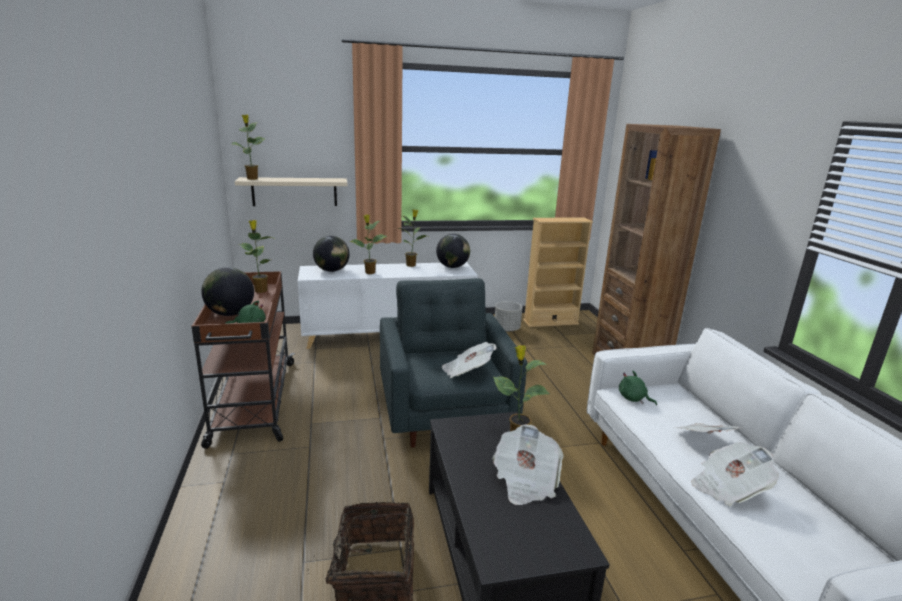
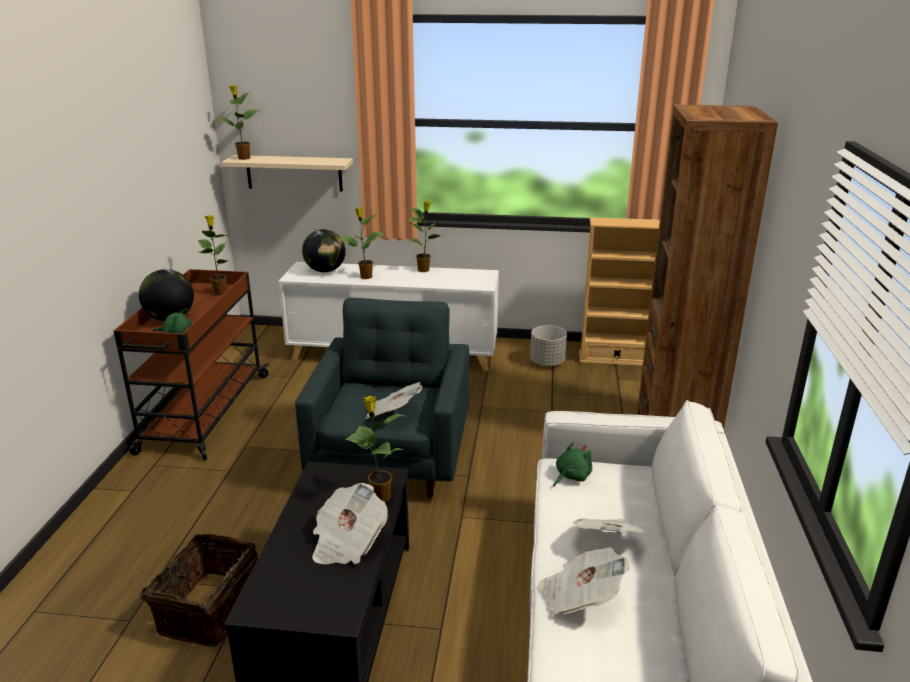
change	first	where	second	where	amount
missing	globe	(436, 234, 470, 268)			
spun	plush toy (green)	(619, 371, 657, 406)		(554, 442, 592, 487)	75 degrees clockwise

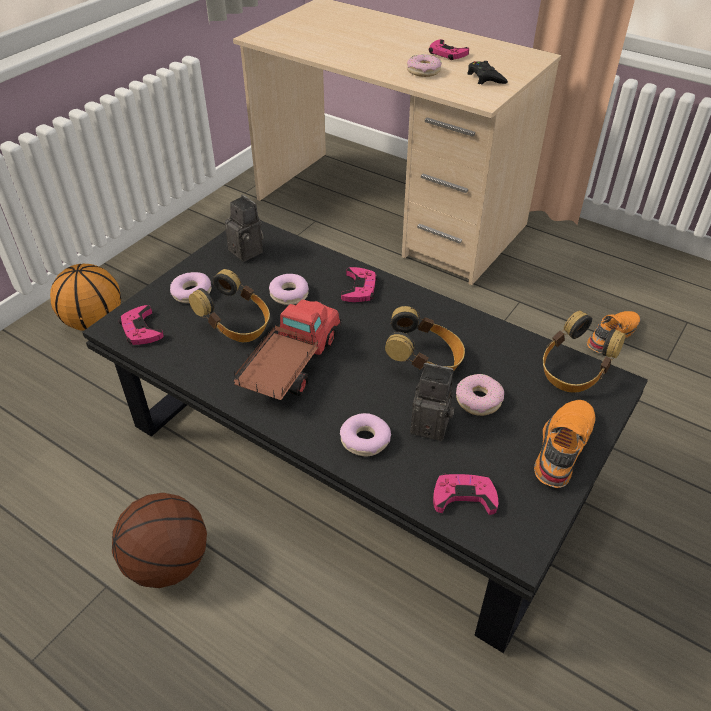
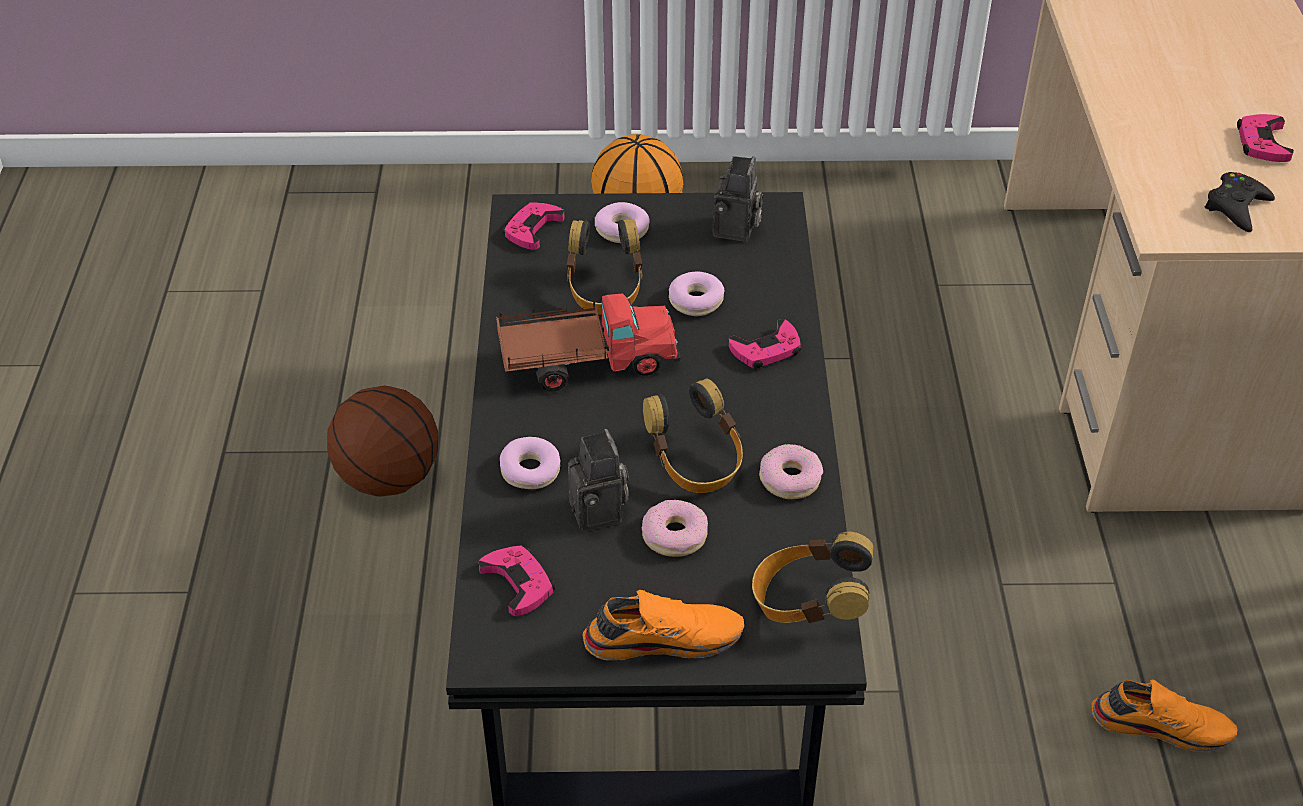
change	first	where	second	where	amount
relocated	donut	(407, 54, 442, 77)		(759, 444, 823, 499)	

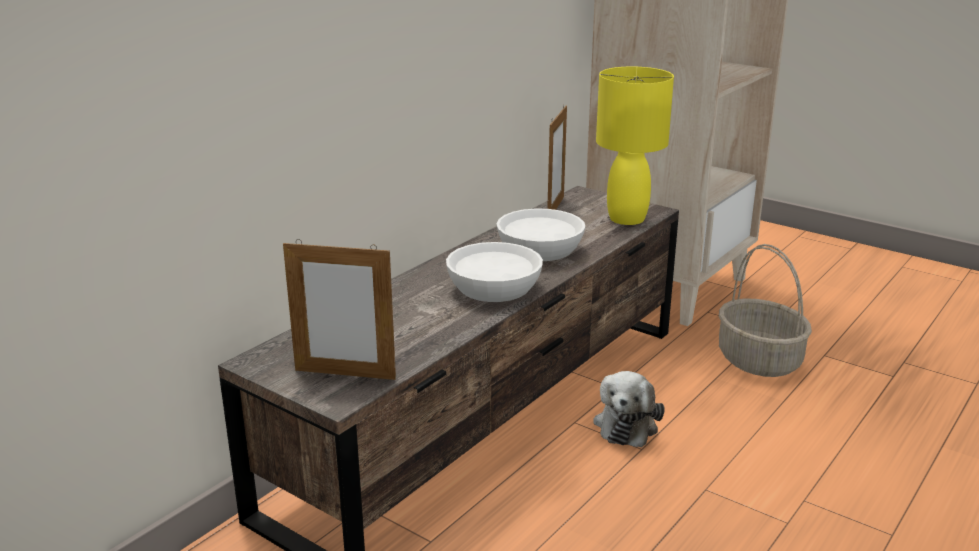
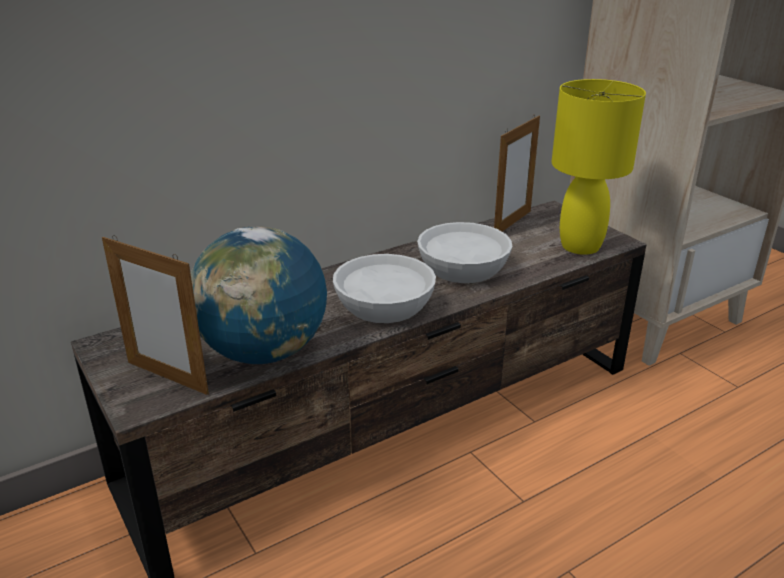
change	first	where	second	where	amount
missing	basket	(719, 244, 812, 377)			
missing	plush toy	(593, 371, 665, 447)			
appeared			globe	(191, 226, 327, 364)	

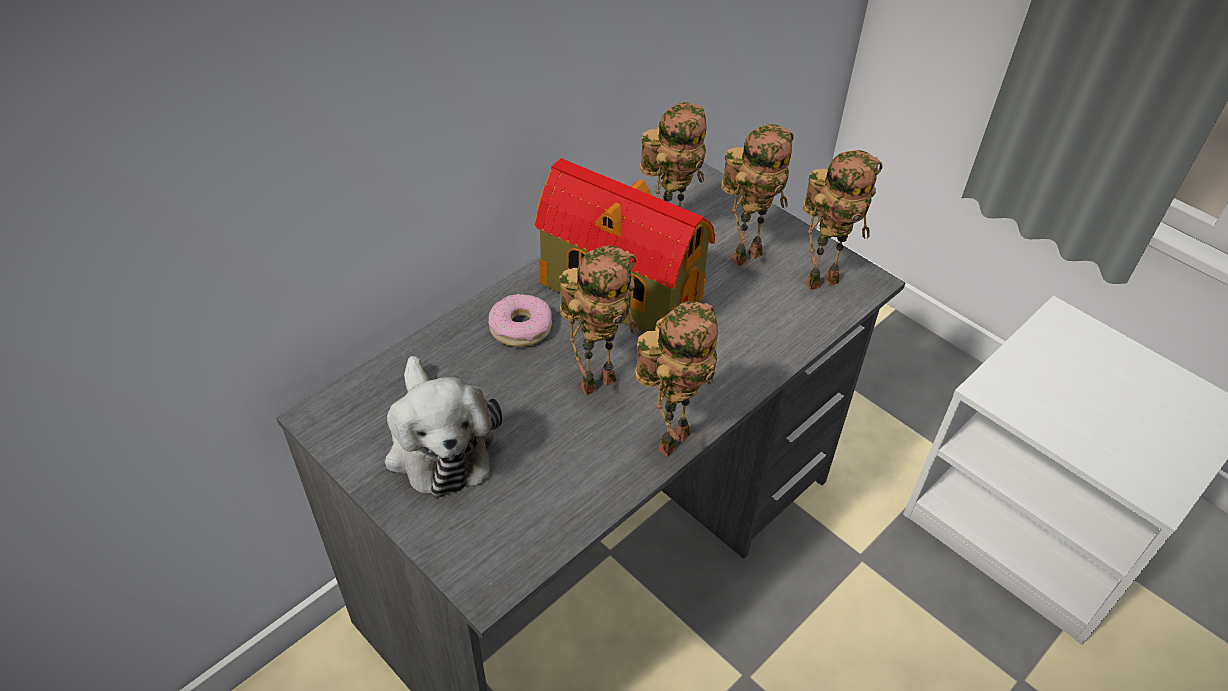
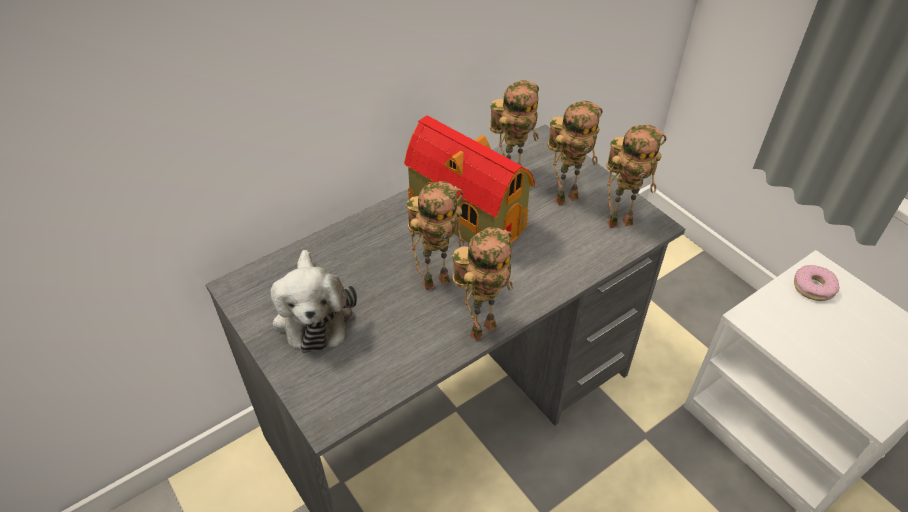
change	first	where	second	where	amount
relocated	donut	(488, 294, 552, 347)		(794, 265, 839, 301)	

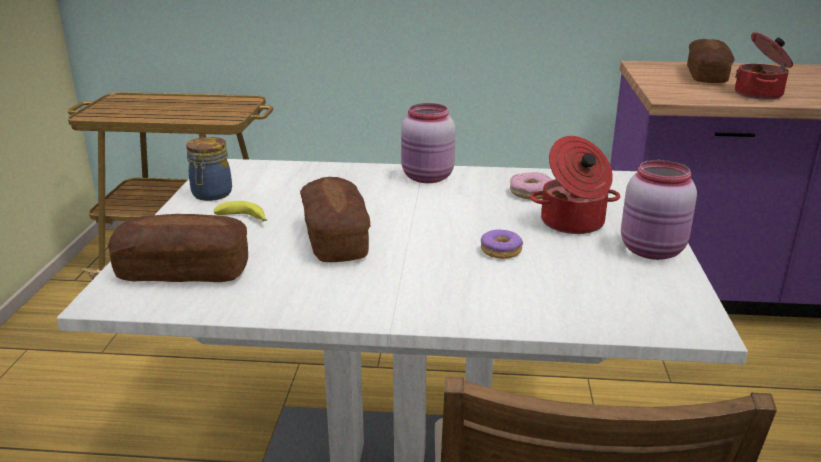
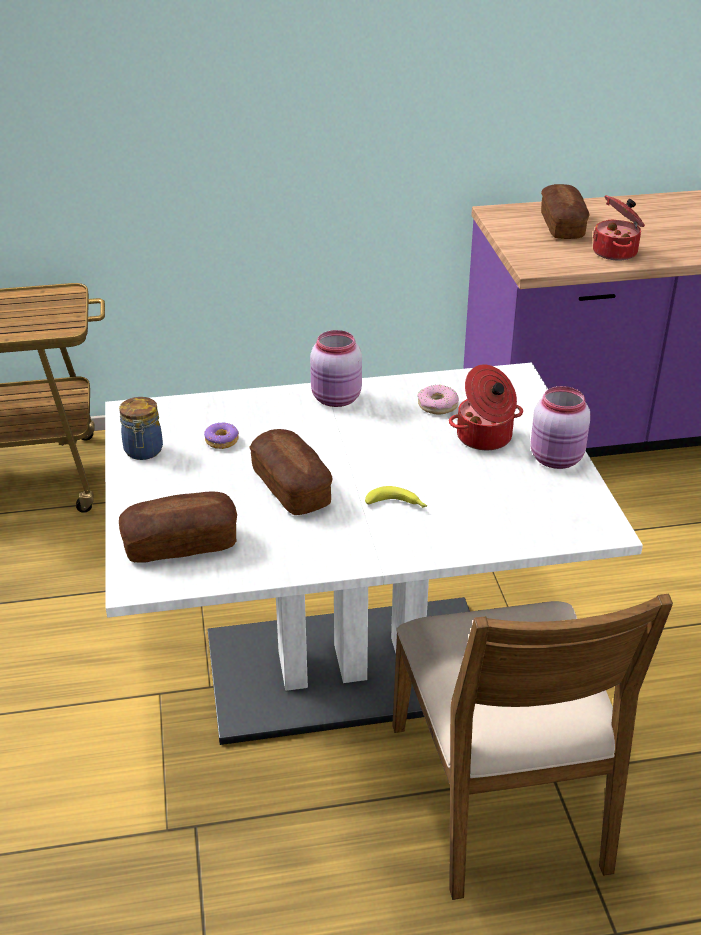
change	first	where	second	where	amount
relocated	banana	(214, 201, 267, 221)		(365, 486, 427, 508)	
relocated	donut	(481, 230, 523, 259)		(204, 423, 239, 449)	

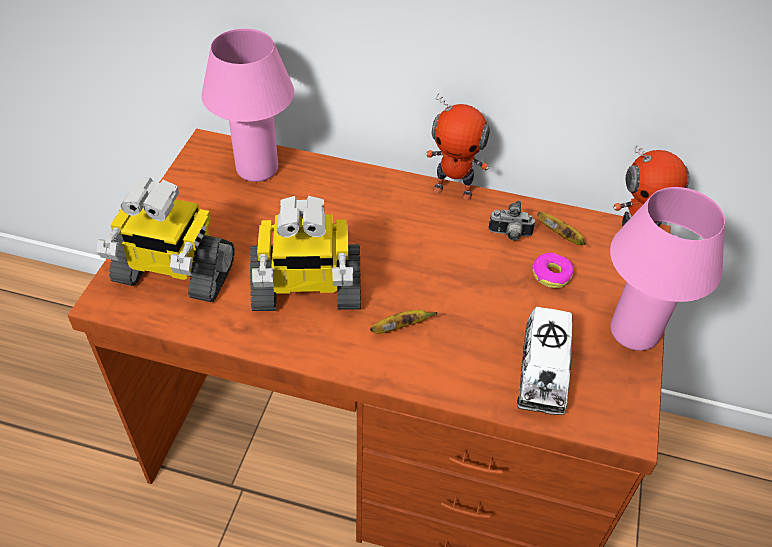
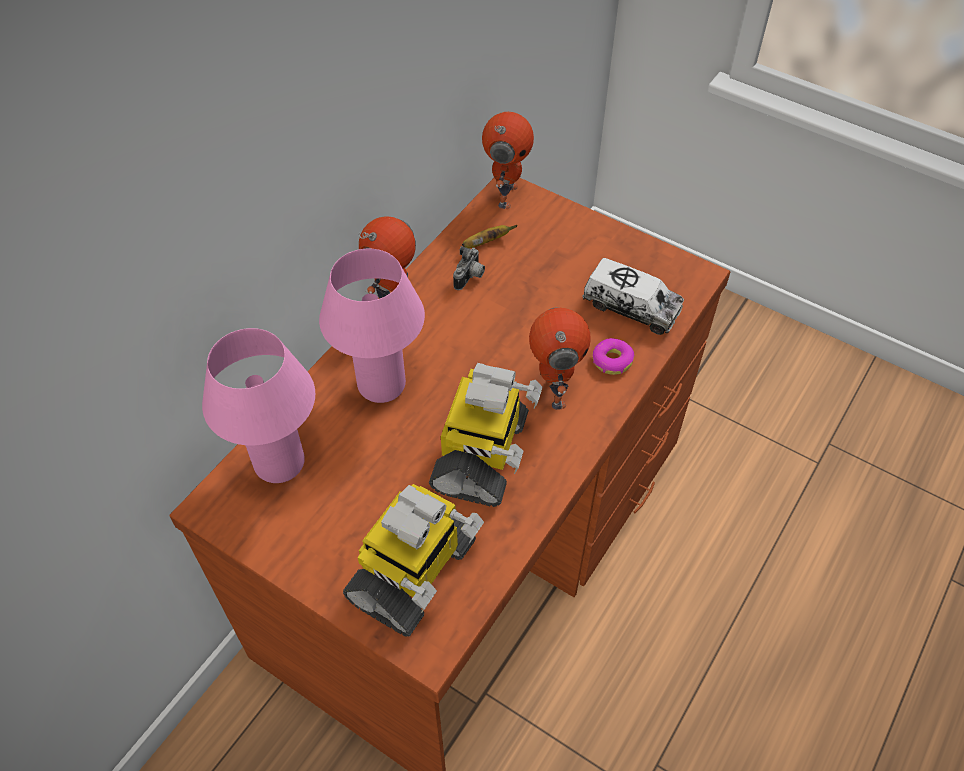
change	first	where	second	where	amount
relocated	table lamp (pink)	(610, 187, 725, 351)		(319, 249, 425, 403)	
relocated	donut	(532, 253, 574, 288)		(593, 338, 635, 375)	
exchanged	banana	(370, 310, 438, 334)	toy robot	(529, 307, 591, 410)	

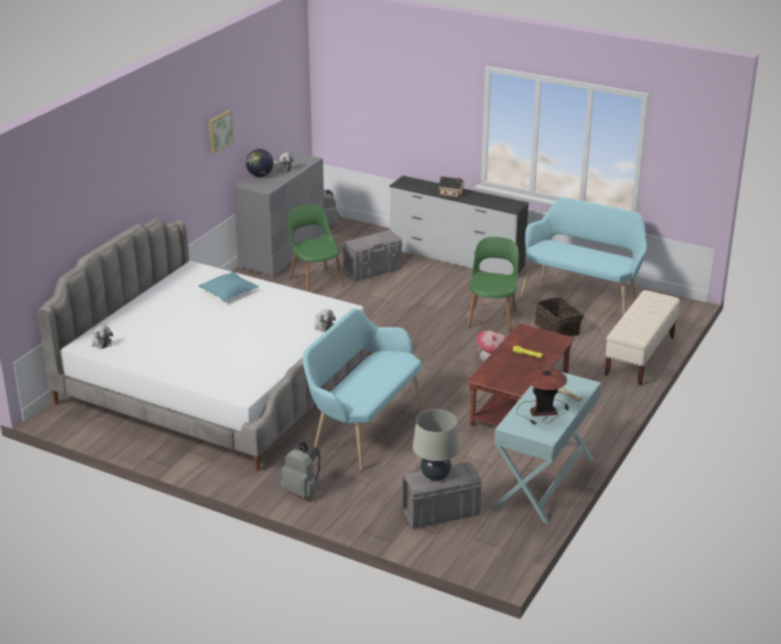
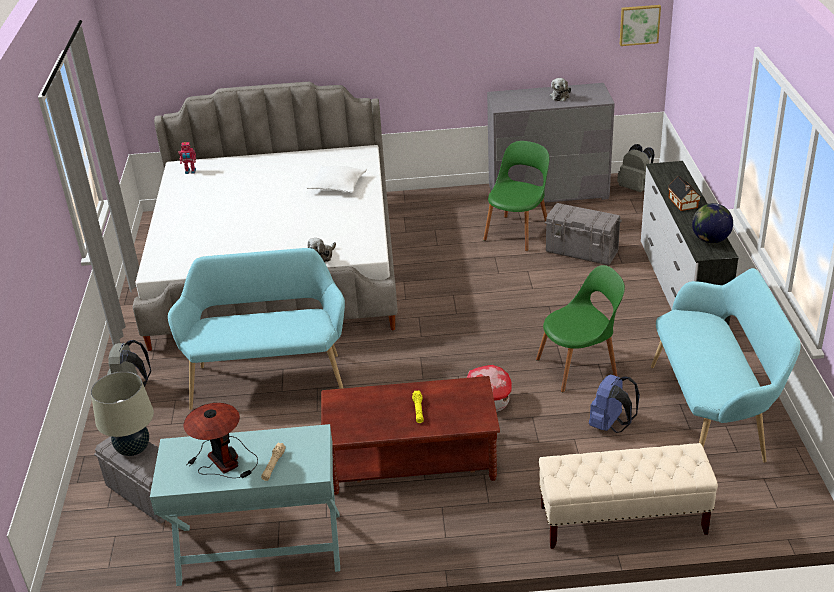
change	first	where	second	where	amount
relocated	picture	(209, 110, 233, 154)		(620, 5, 661, 46)	
relocated	globe	(246, 149, 273, 177)		(692, 203, 733, 243)	
colour	pillow (turquoise)	(198, 271, 259, 301)	pillow (white)	(306, 165, 367, 193)	
exchanged	basket	(534, 297, 584, 337)	backpack (blue)	(589, 375, 640, 433)	
exchanged	plush toy	(92, 325, 113, 349)	toy robot	(179, 142, 196, 174)	

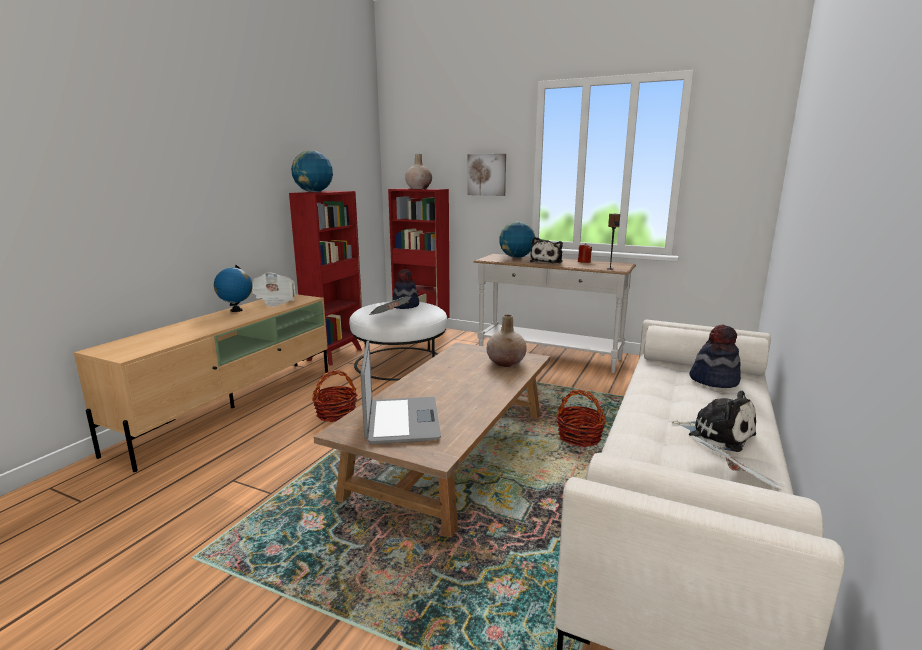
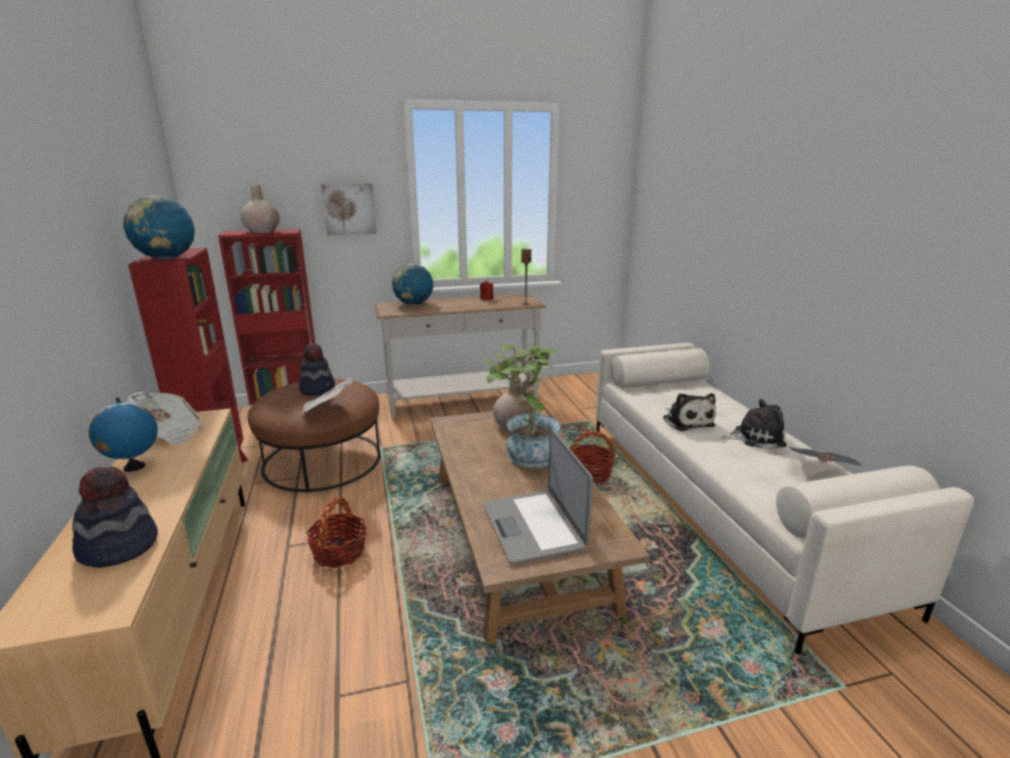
change	first	where	second	where	amount
relocated	plush toy	(530, 237, 563, 263)		(663, 393, 716, 431)	
colour	ottoman (white)	(349, 302, 447, 380)	ottoman (brown)	(248, 379, 381, 492)	
relocated	hat	(689, 324, 741, 388)		(72, 466, 158, 568)	
spun	laptop	(360, 341, 441, 444)		(483, 429, 593, 563)	150 degrees counterclockwise
appeared			potted plant	(483, 345, 561, 468)	

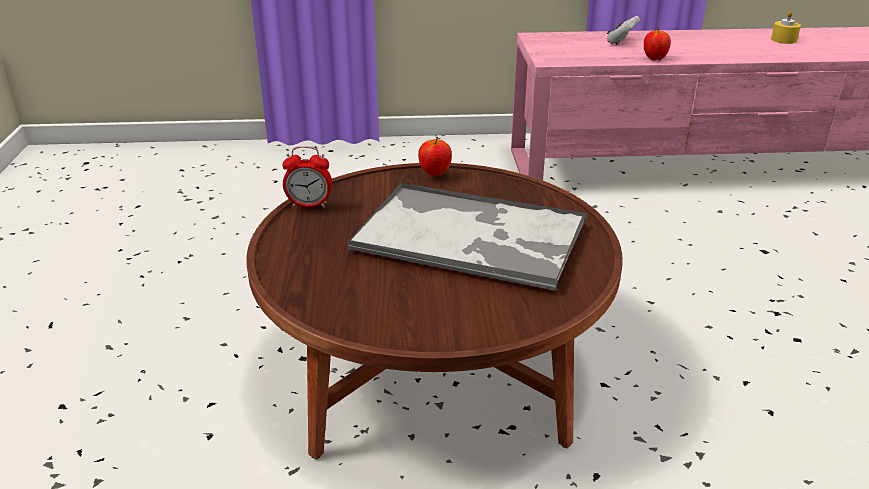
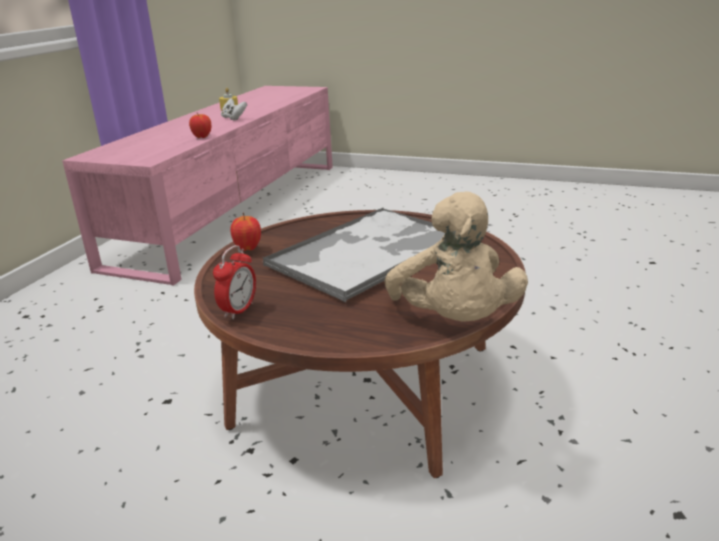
change	first	where	second	where	amount
relocated	game controller (white)	(607, 16, 640, 45)		(221, 98, 247, 120)	
appeared			plush toy (beige)	(385, 191, 528, 321)	

